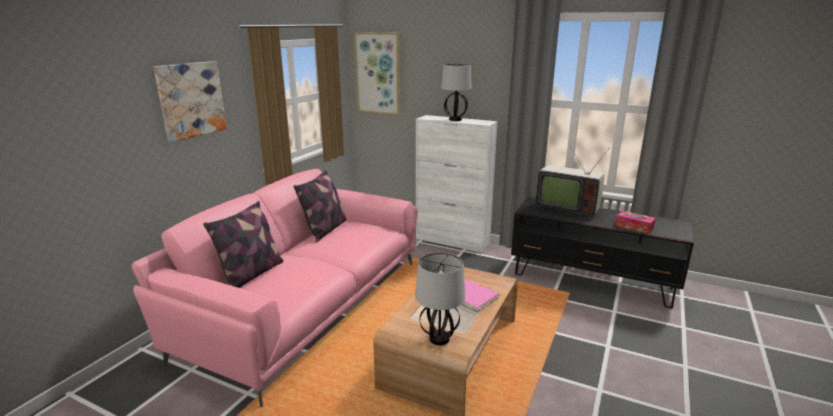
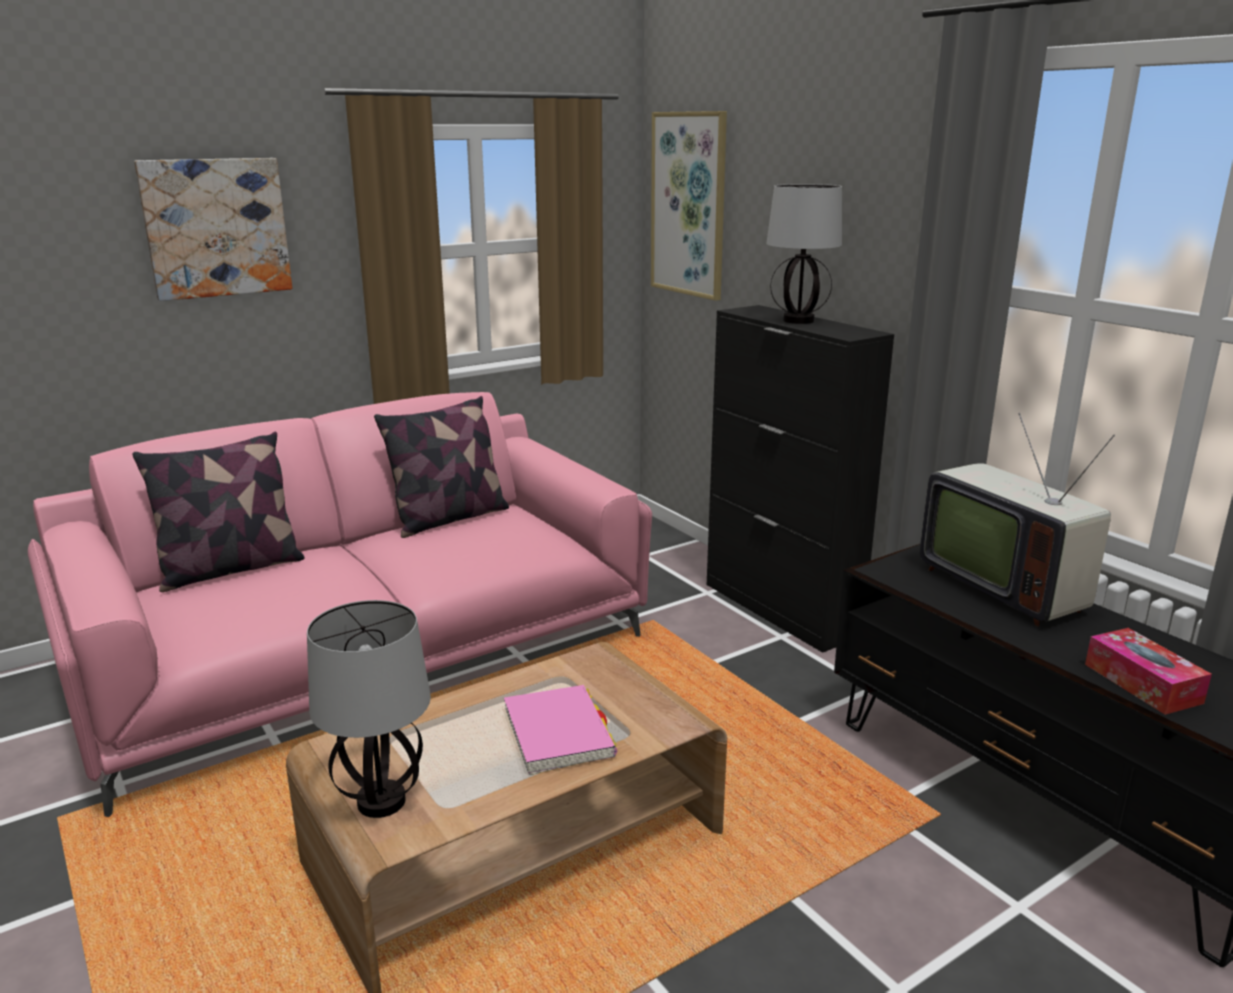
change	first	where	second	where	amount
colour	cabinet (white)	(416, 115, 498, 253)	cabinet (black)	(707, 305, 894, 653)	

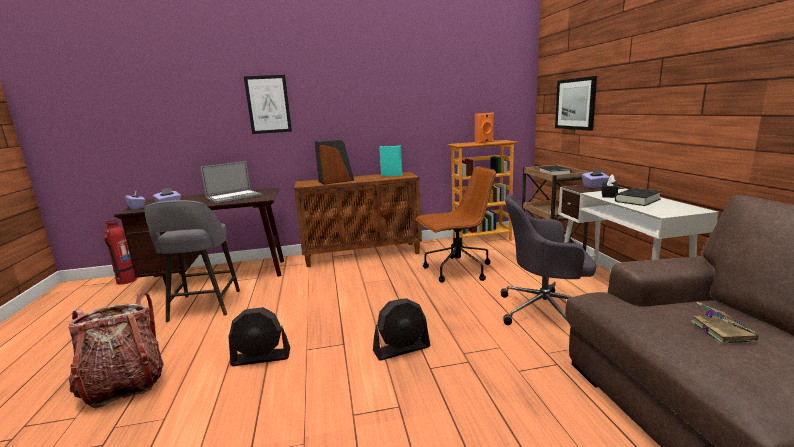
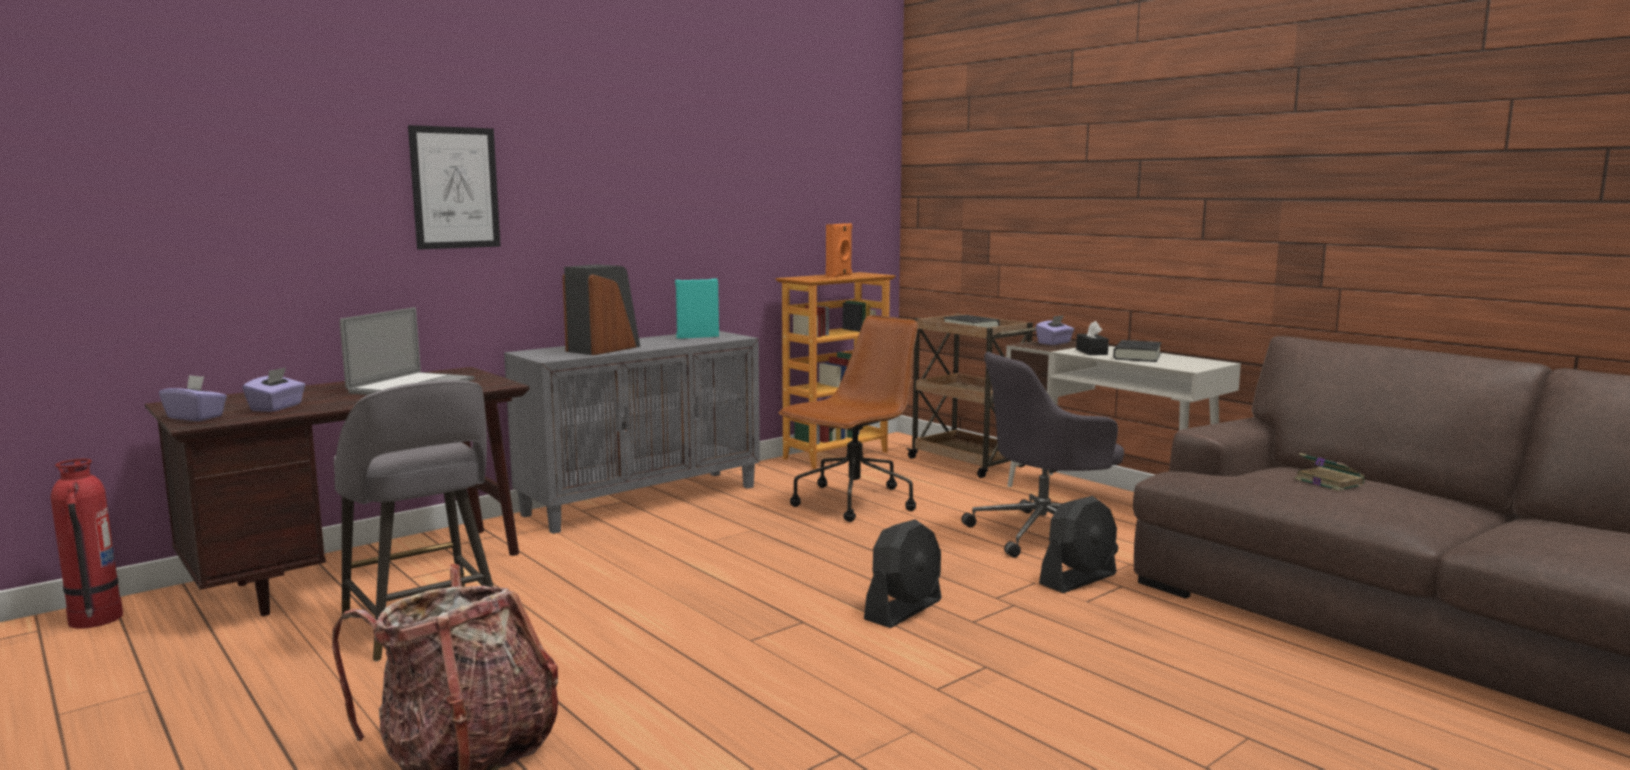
change	first	where	second	where	amount
missing	picture	(555, 76, 597, 131)			
colour	cabinet (brown)	(294, 172, 422, 267)	cabinet (grey)	(504, 331, 760, 534)	
relocated	fan (black)	(228, 307, 290, 366)		(1039, 496, 1117, 593)	

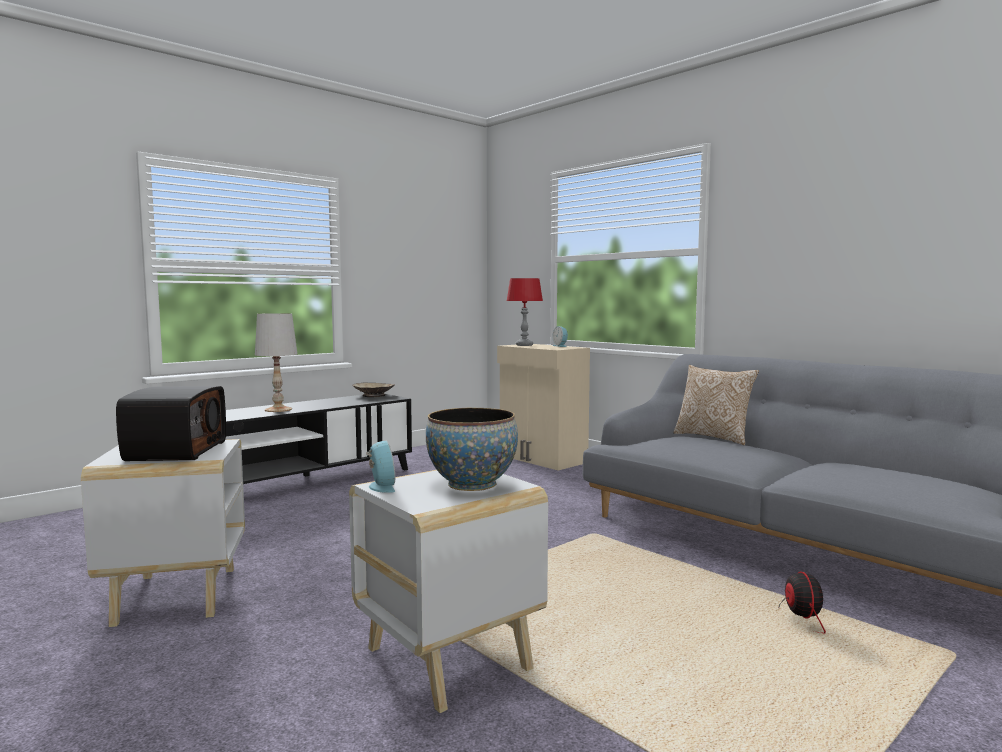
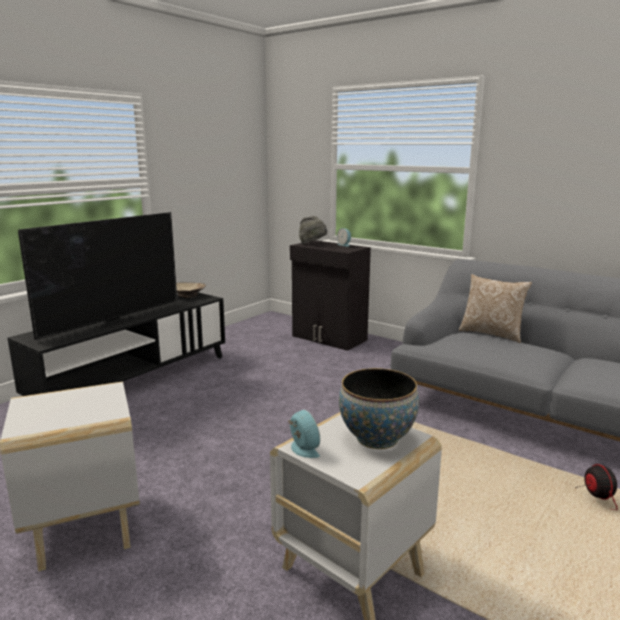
change	first	where	second	where	amount
exchanged	table lamp (red)	(507, 278, 543, 346)	hat (grey)	(299, 216, 327, 244)	
exchanged	table lamp (white)	(255, 313, 297, 412)	television	(18, 212, 177, 340)	
colour	cabinet (beige)	(497, 344, 590, 470)	cabinet (black)	(290, 240, 371, 351)	
missing	radio	(116, 386, 226, 461)			

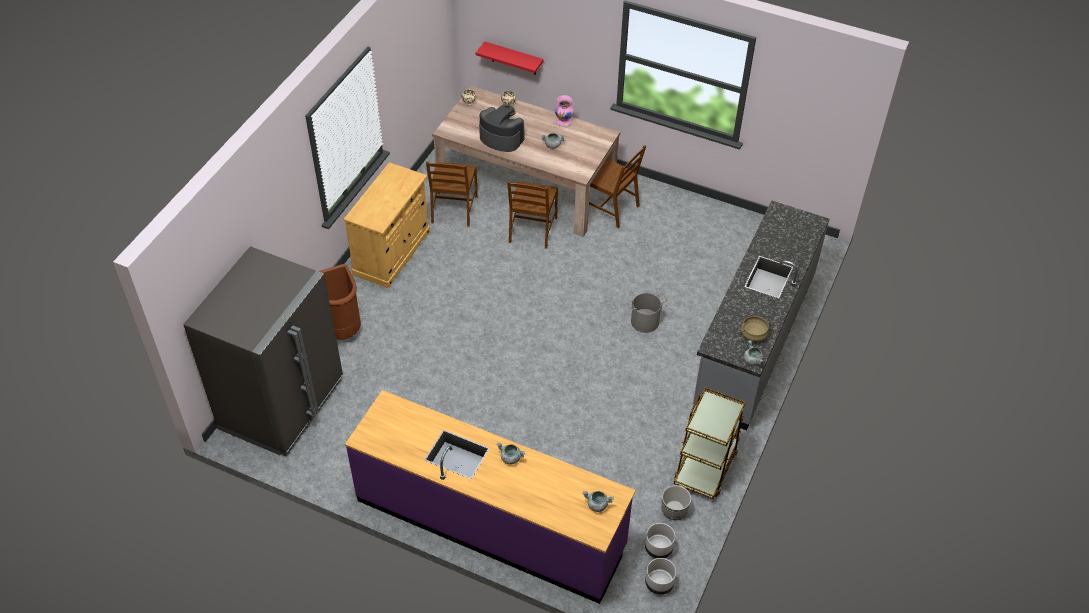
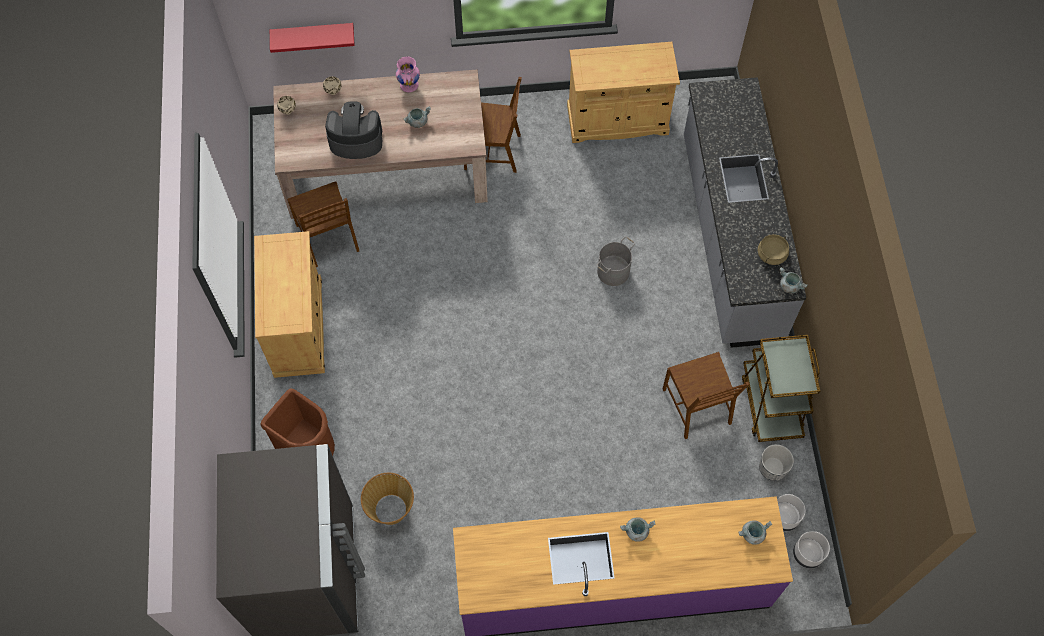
change	first	where	second	where	amount
relocated	chair (brown)	(507, 181, 558, 249)		(663, 352, 749, 439)	
appeared			cabinet (beige)	(567, 42, 680, 143)	
appeared			basket	(361, 473, 414, 525)	

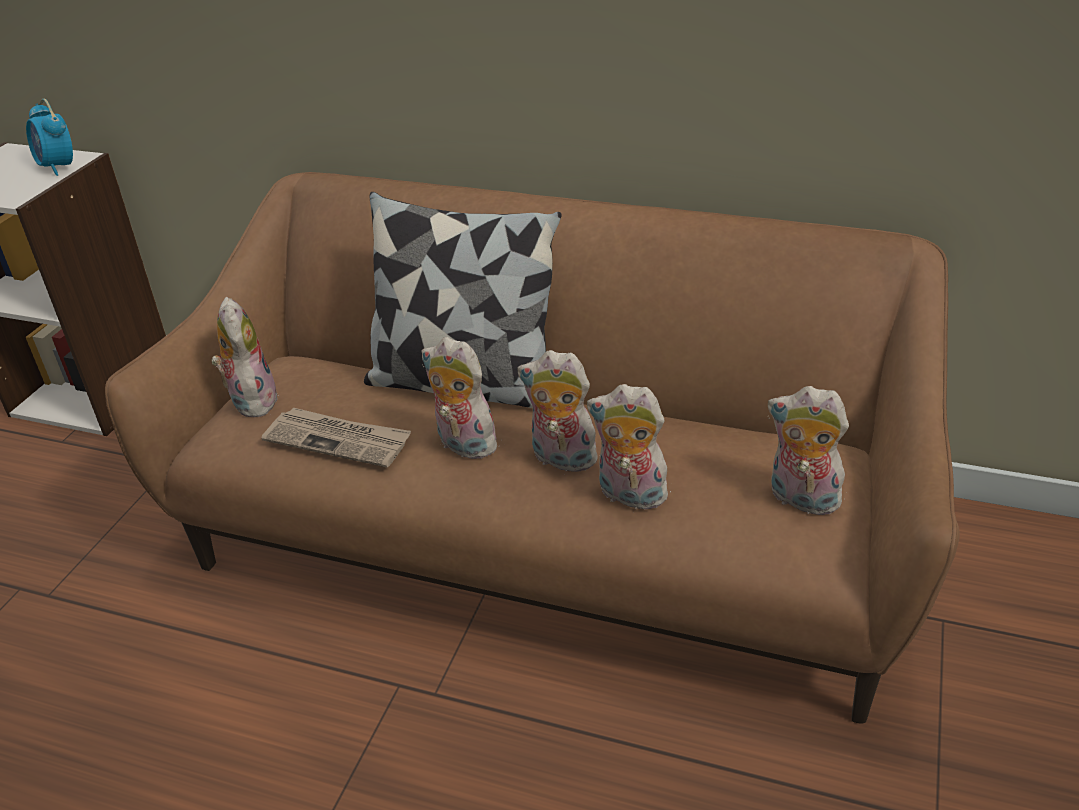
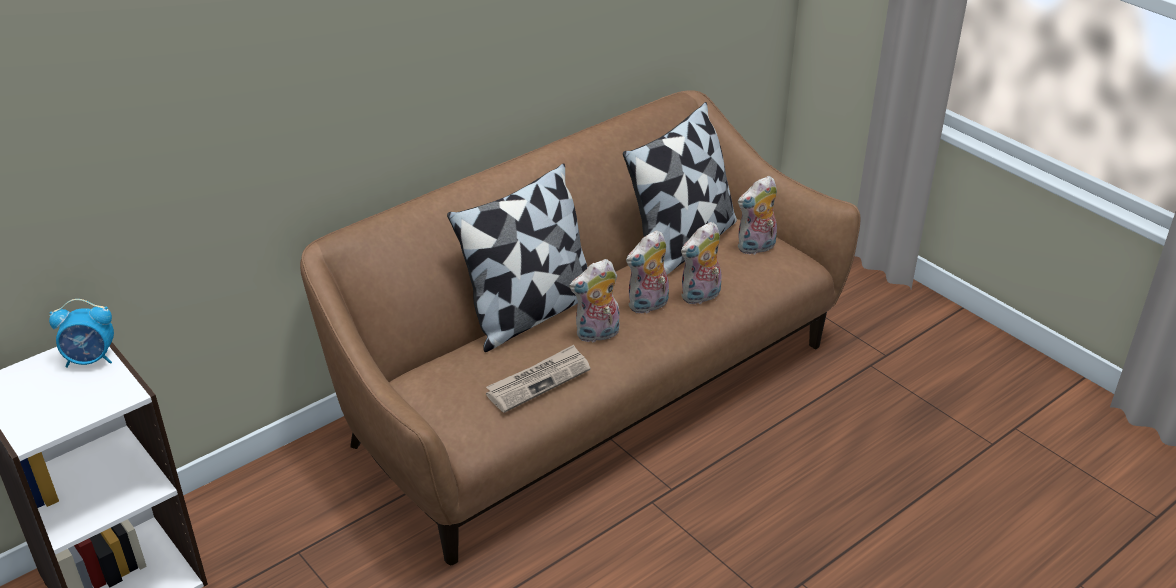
change	first	where	second	where	amount
missing	plush toy	(211, 297, 280, 417)			
appeared			pillow	(623, 102, 737, 275)	

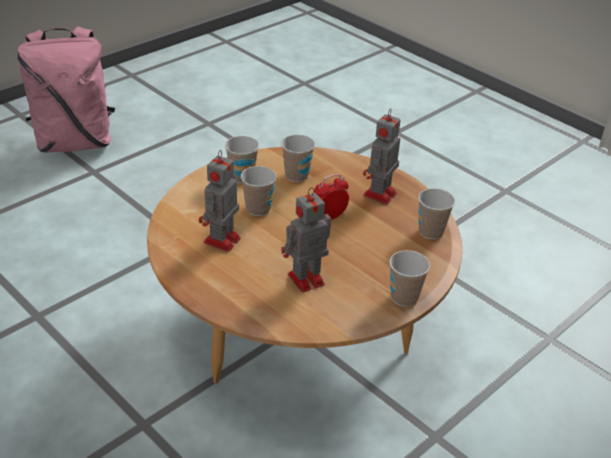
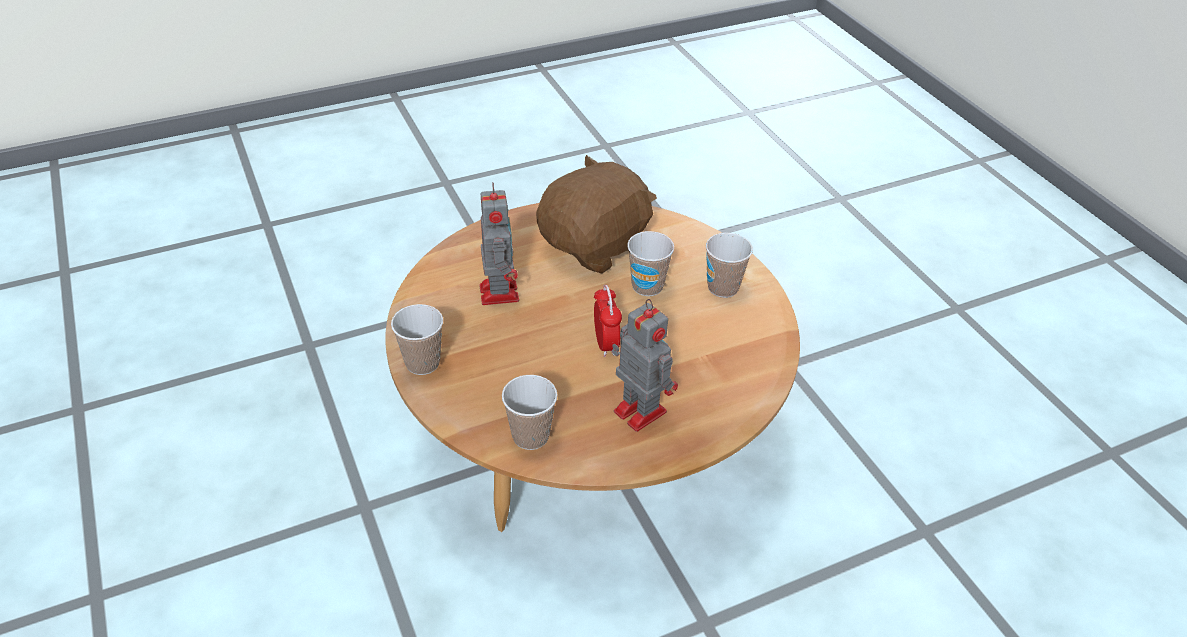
change	first	where	second	where	amount
missing	backpack (pink)	(18, 26, 115, 153)			
missing	cup	(281, 135, 315, 182)			
exchanged	toy robot	(199, 150, 241, 252)	plush toy (brown)	(536, 155, 657, 274)	

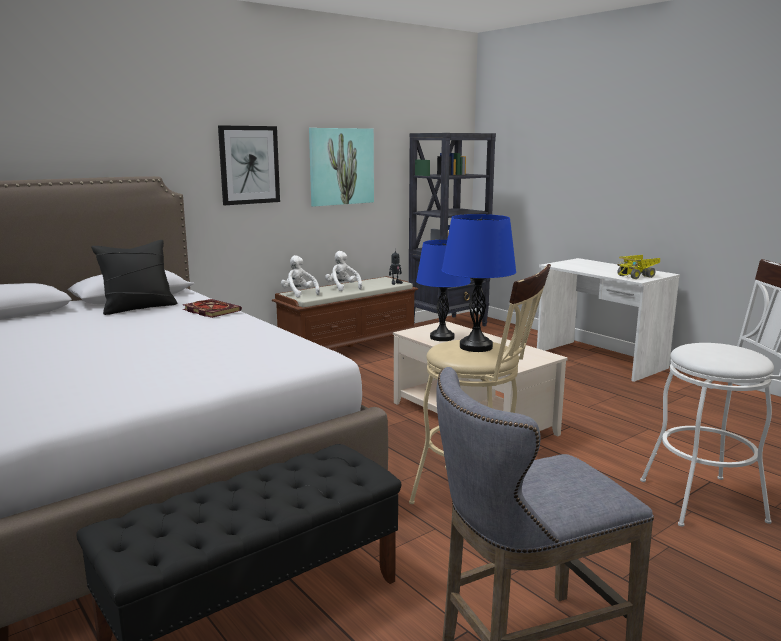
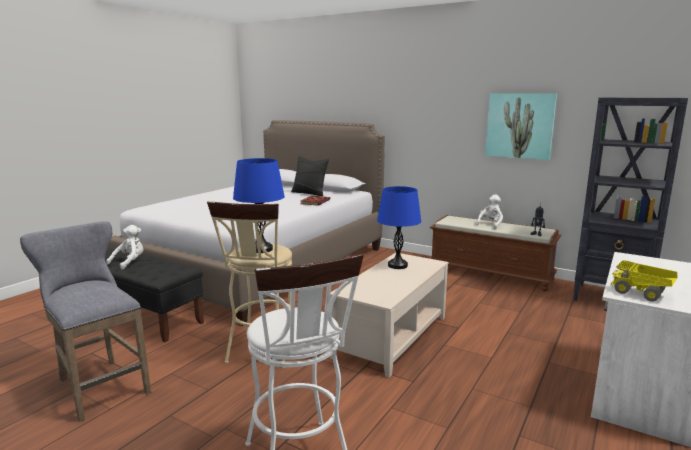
change	first	where	second	where	amount
missing	picture	(218, 125, 280, 205)			
relocated	plush toy (white)	(281, 255, 320, 297)		(106, 225, 143, 270)	

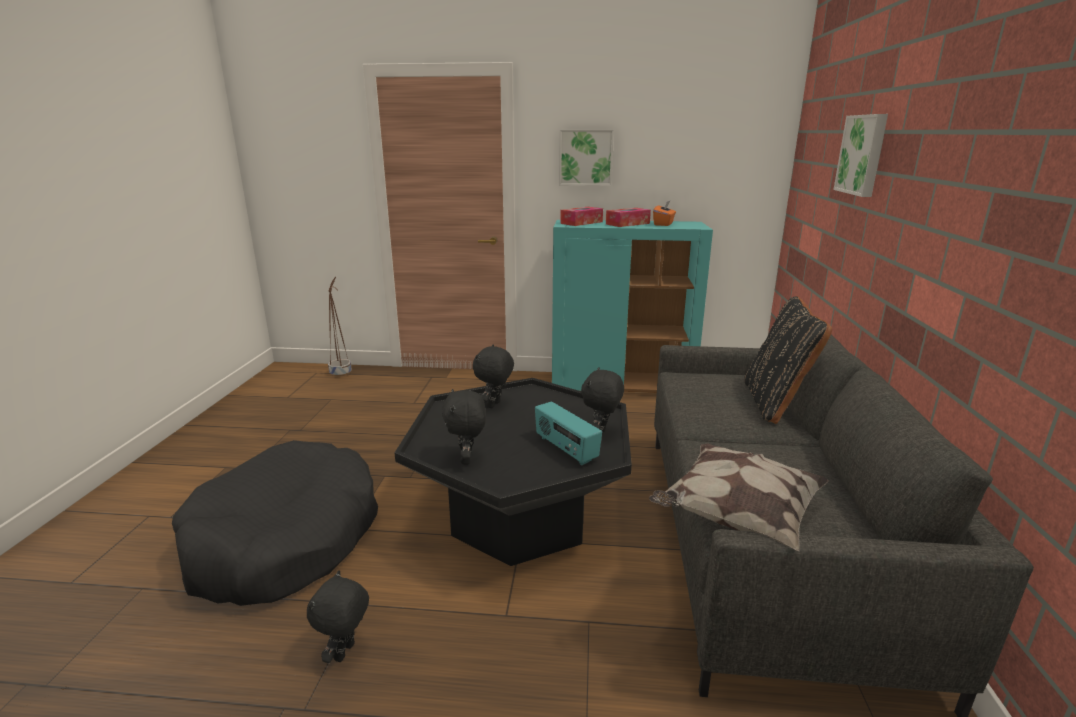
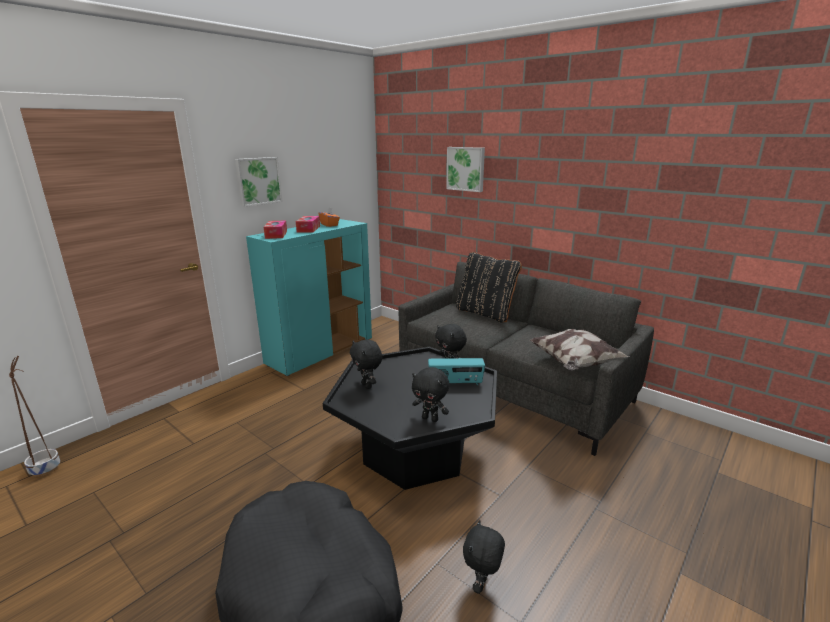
change	first	where	second	where	amount
spun	plush toy (black)	(307, 570, 369, 663)		(463, 520, 505, 594)	60 degrees clockwise

